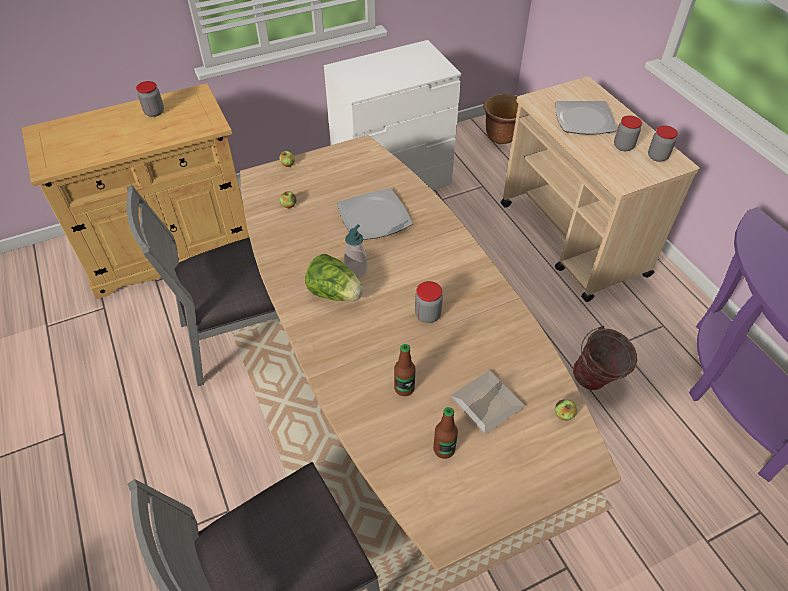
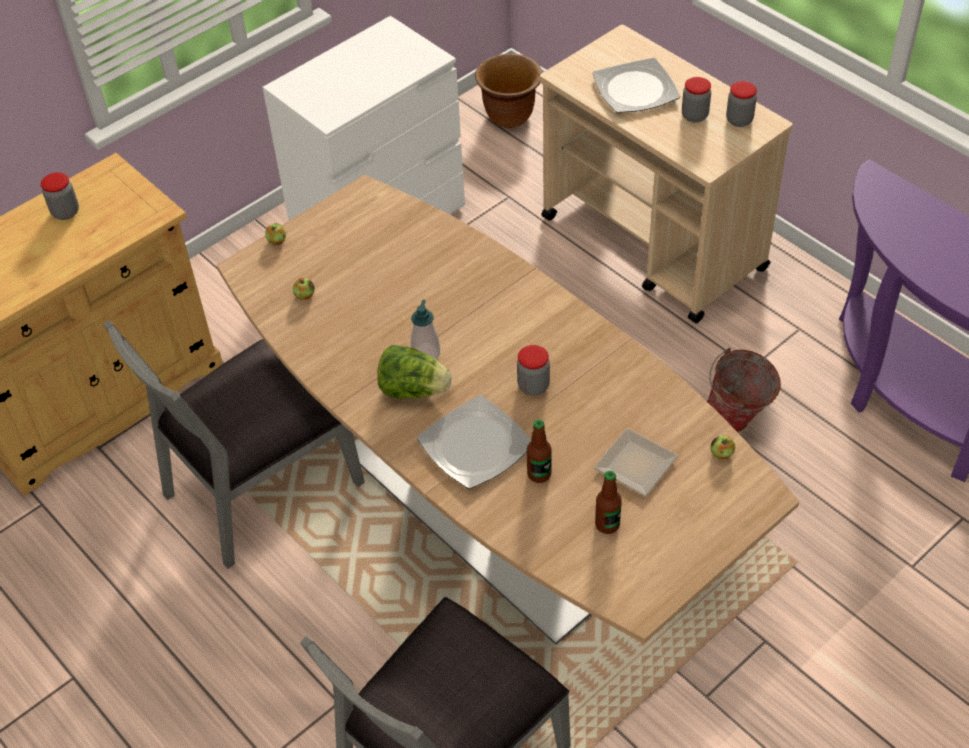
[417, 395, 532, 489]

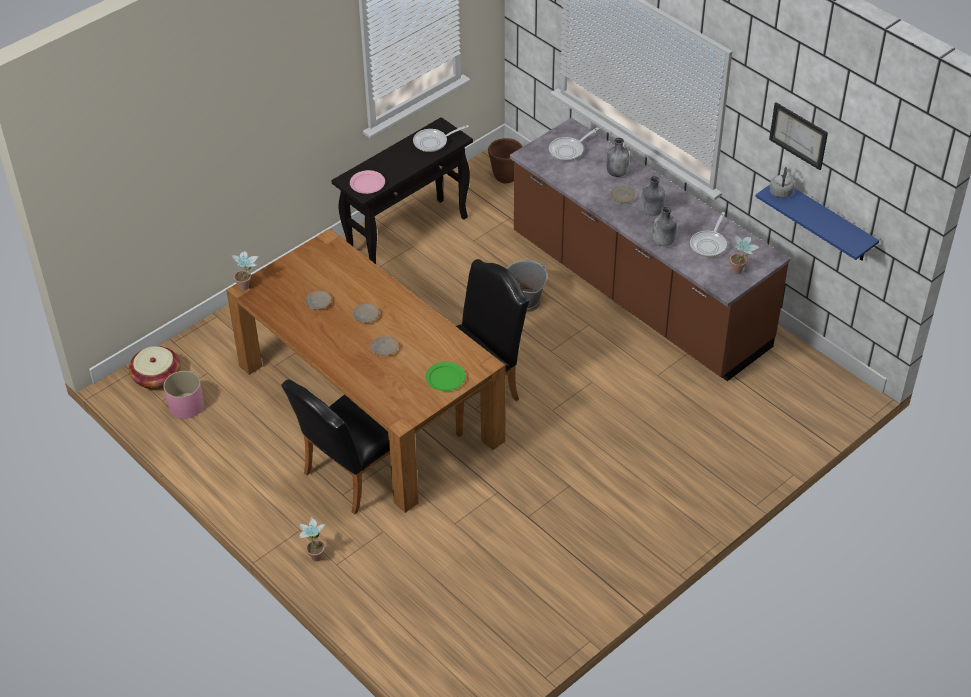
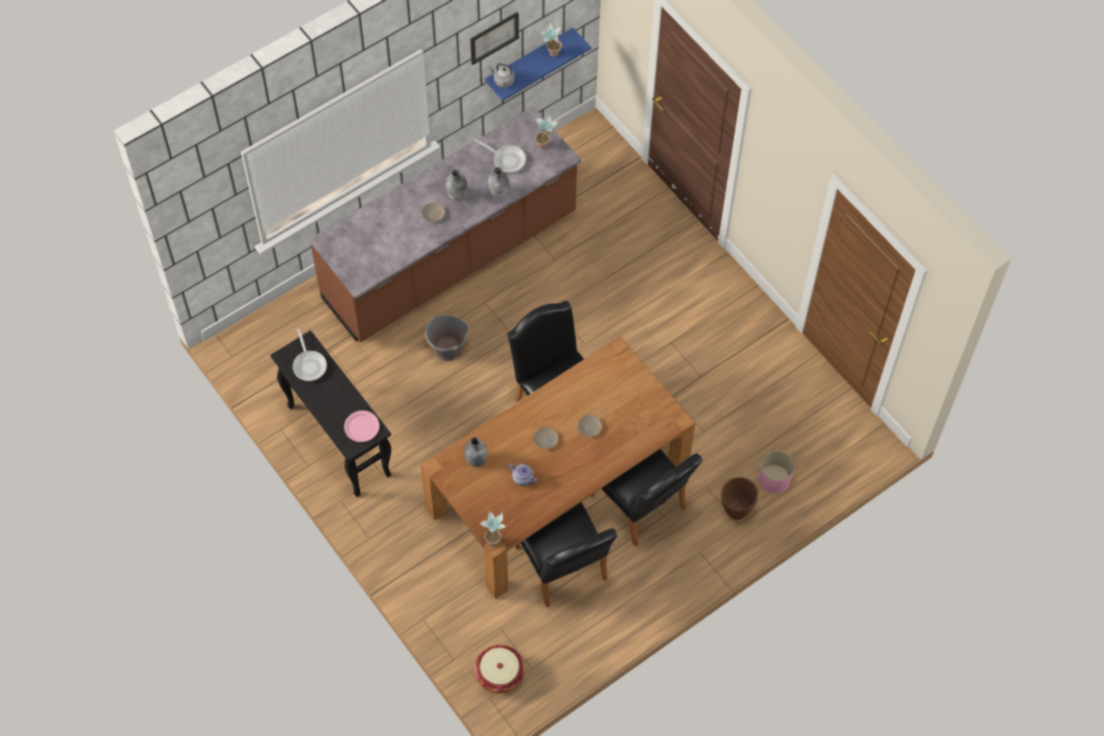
[464, 437, 487, 467]
[508, 464, 538, 486]
[515, 502, 618, 608]
[537, 22, 562, 57]
[721, 477, 758, 520]
[759, 451, 794, 493]
[426, 362, 465, 391] (first image)
[549, 127, 599, 161] (first image)

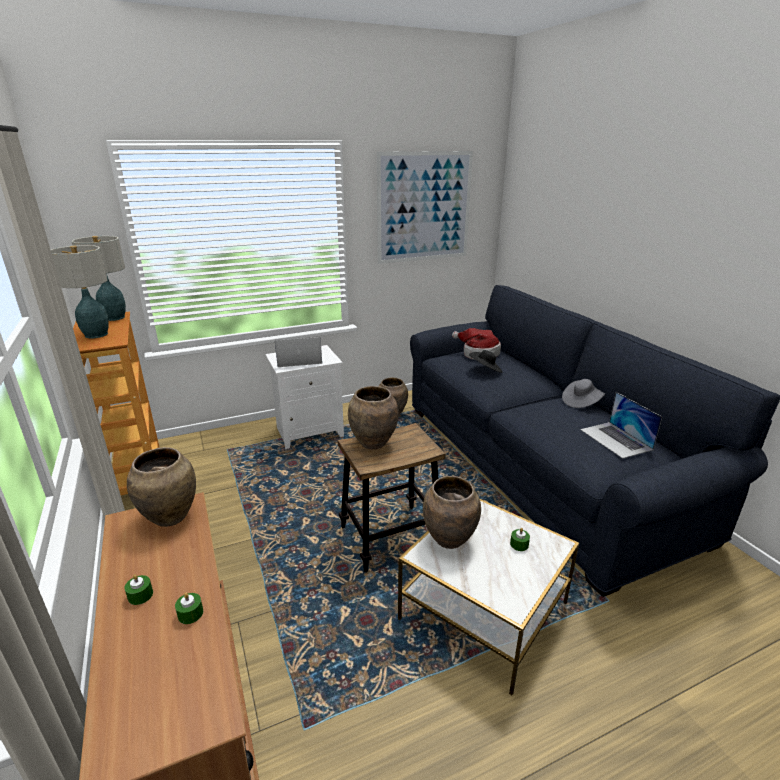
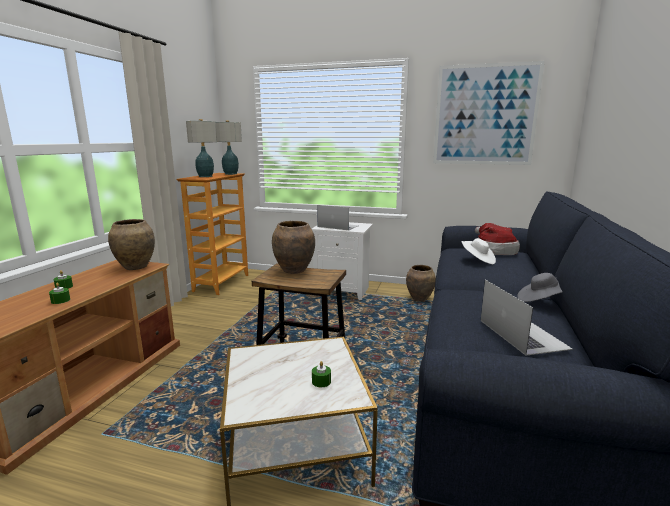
[462, 238, 496, 264]
[480, 280, 573, 356]
[423, 476, 481, 549] (first image)

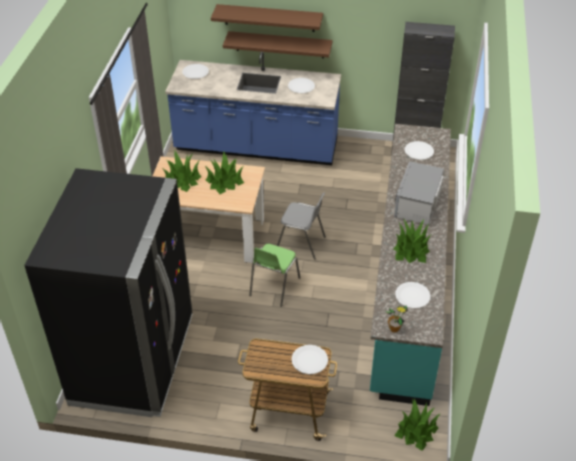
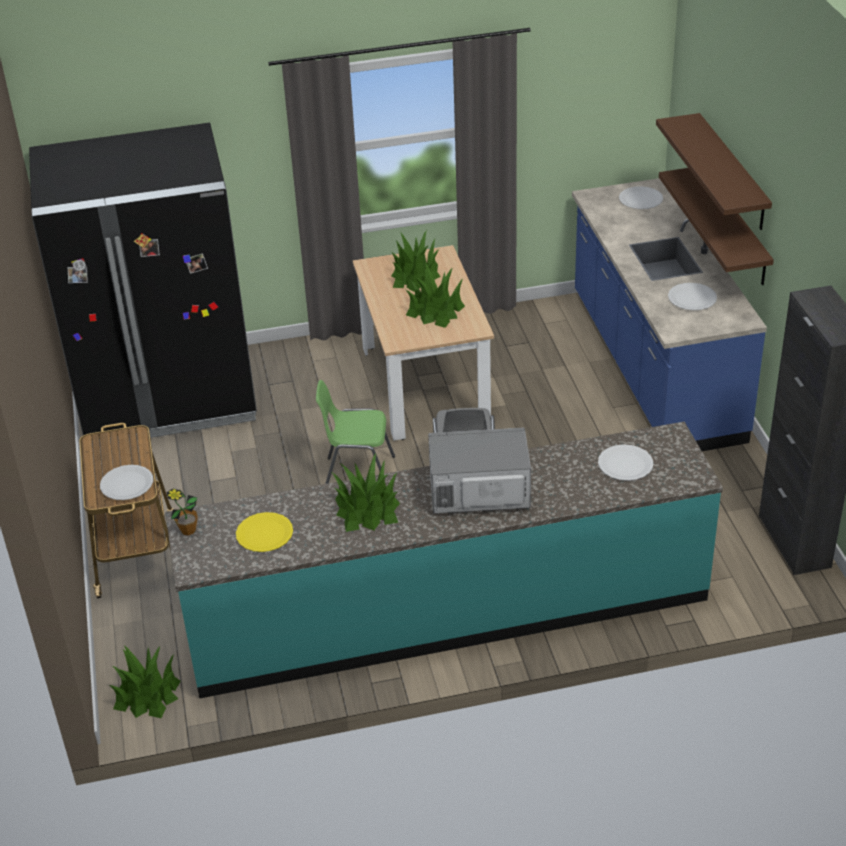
[236, 512, 293, 552]

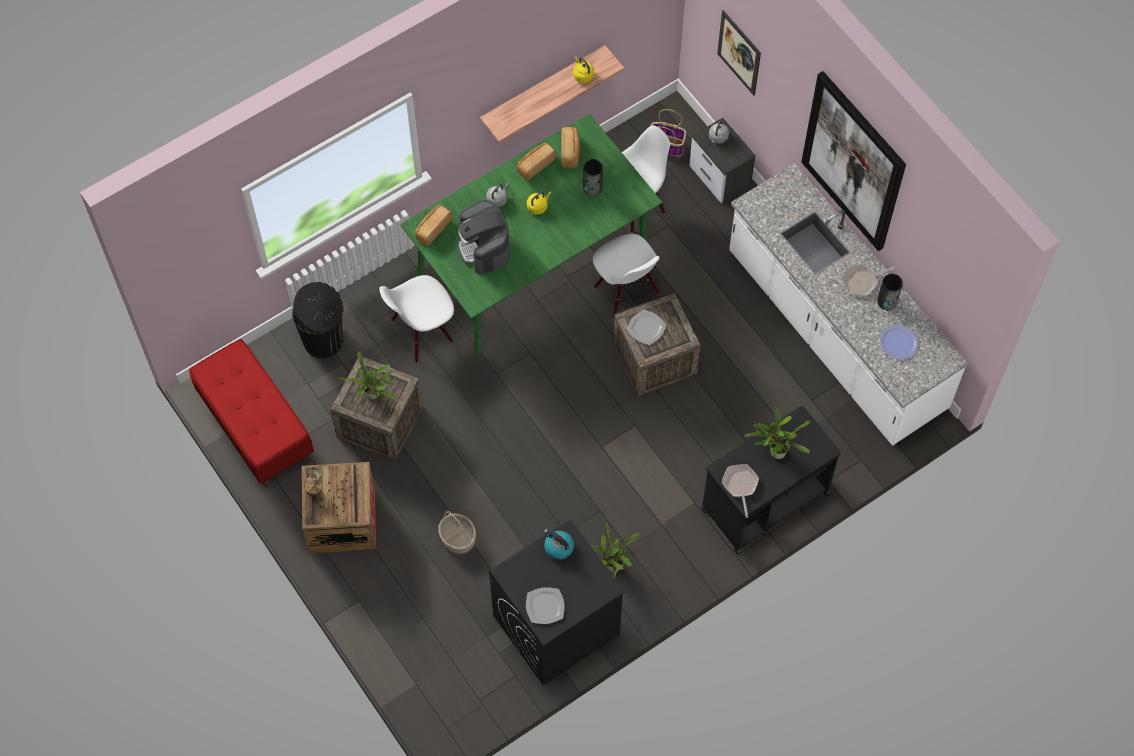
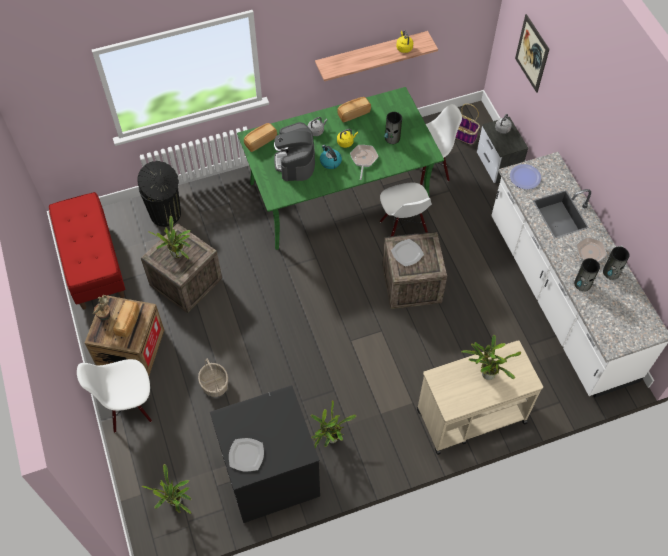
[77, 359, 152, 433]
[113, 300, 139, 337]
[142, 464, 192, 514]
[320, 145, 342, 169]
[350, 145, 379, 180]
[417, 340, 543, 455]
[510, 164, 541, 189]
[574, 258, 600, 291]
[801, 71, 906, 251] (first image)

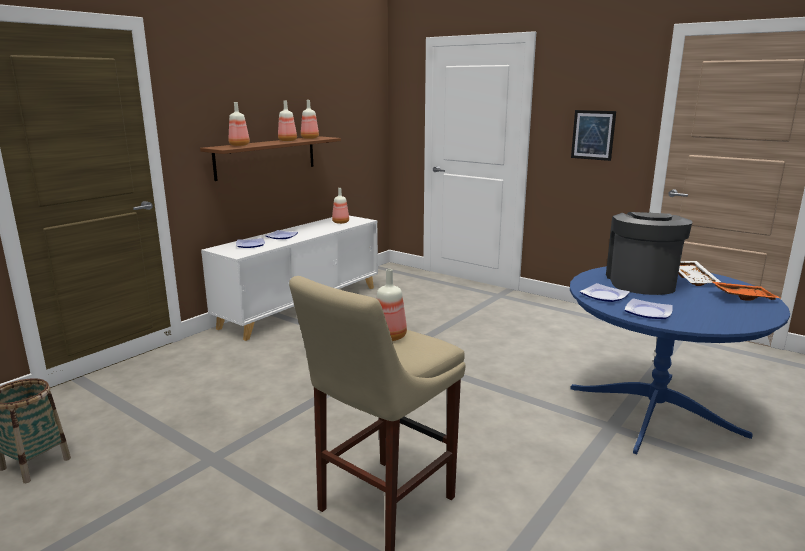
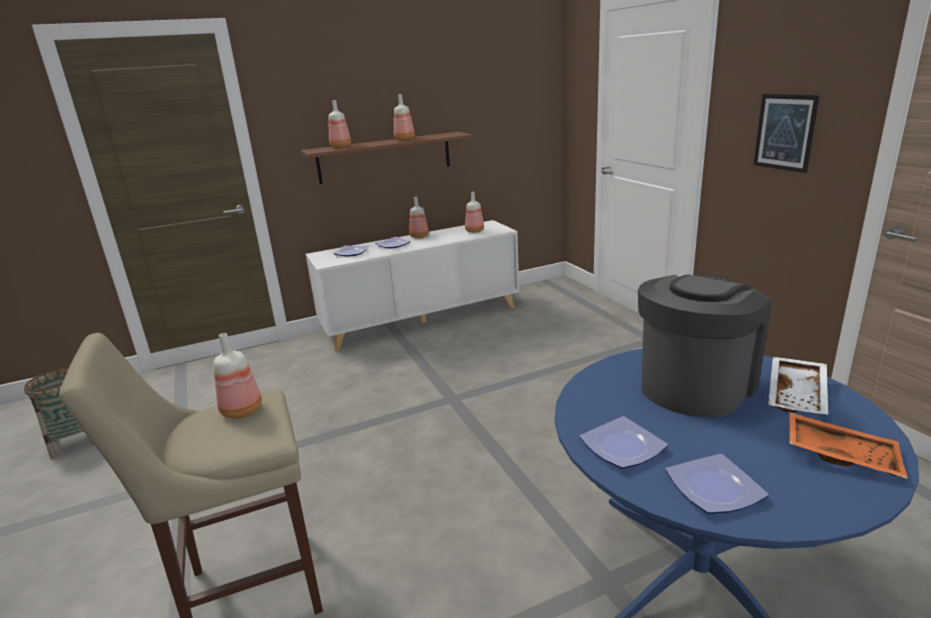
[409, 197, 429, 238]
[665, 454, 769, 514]

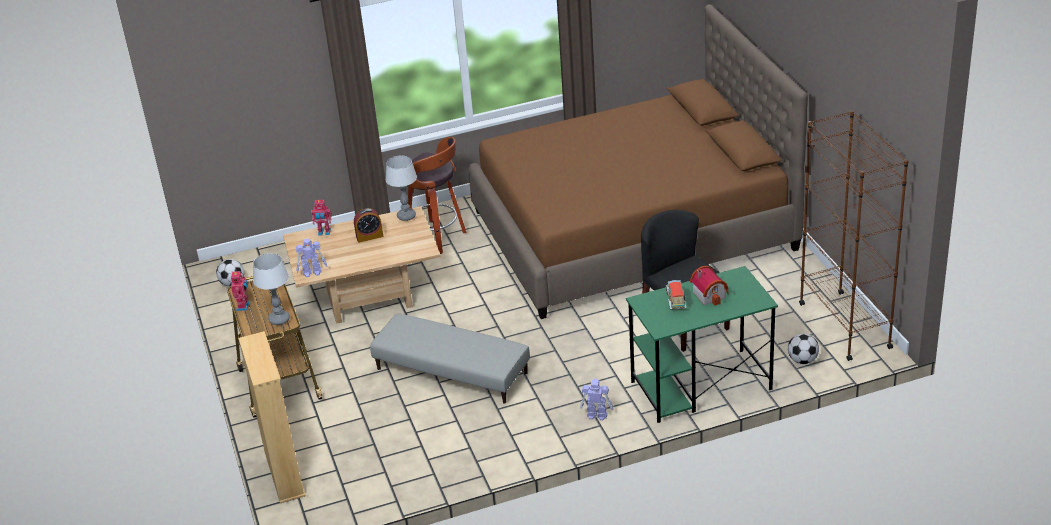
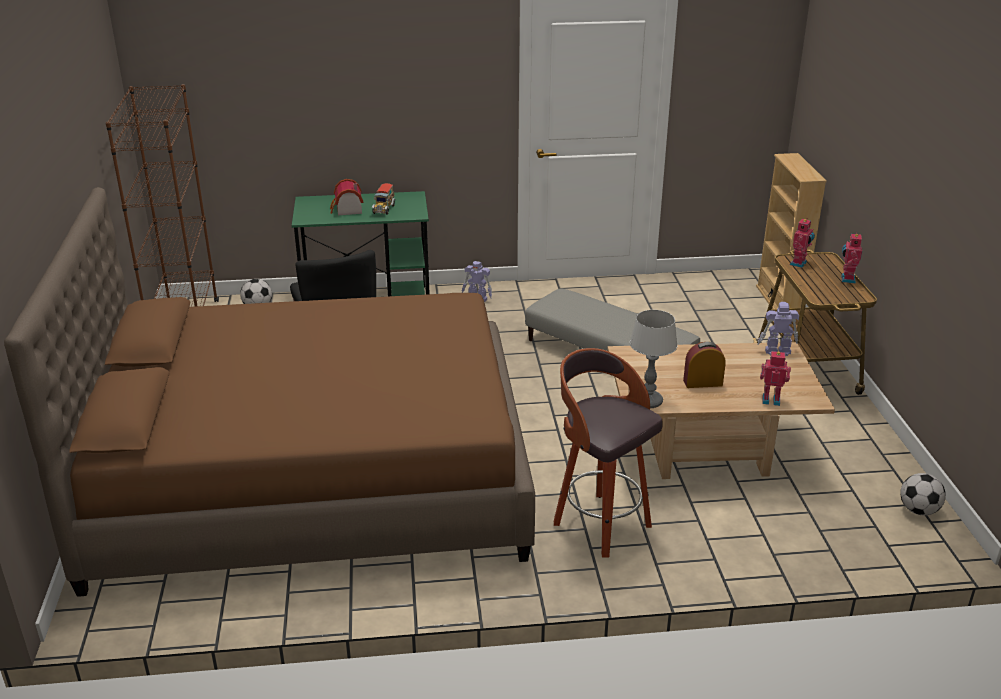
[790, 219, 815, 268]

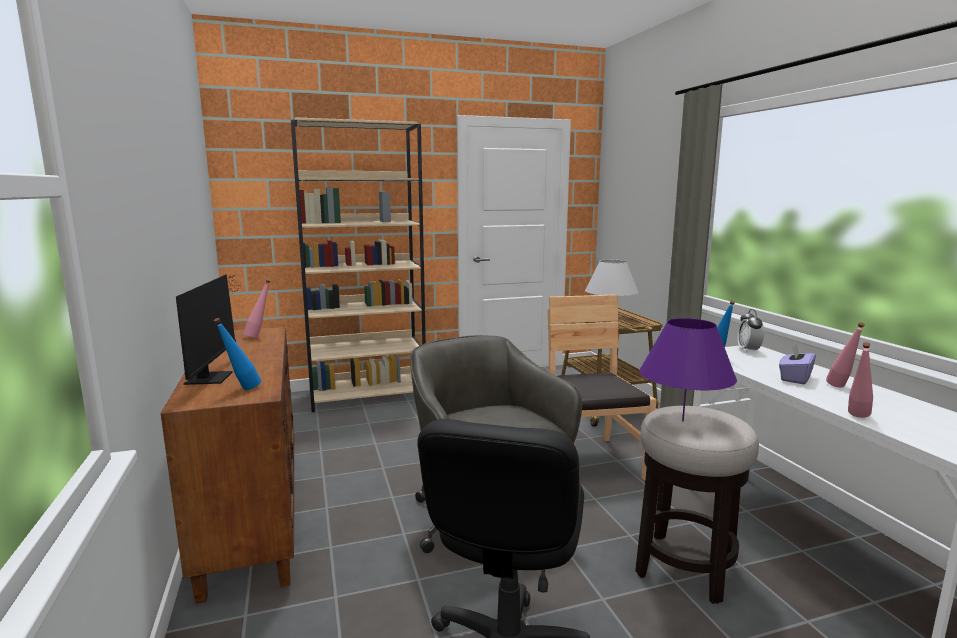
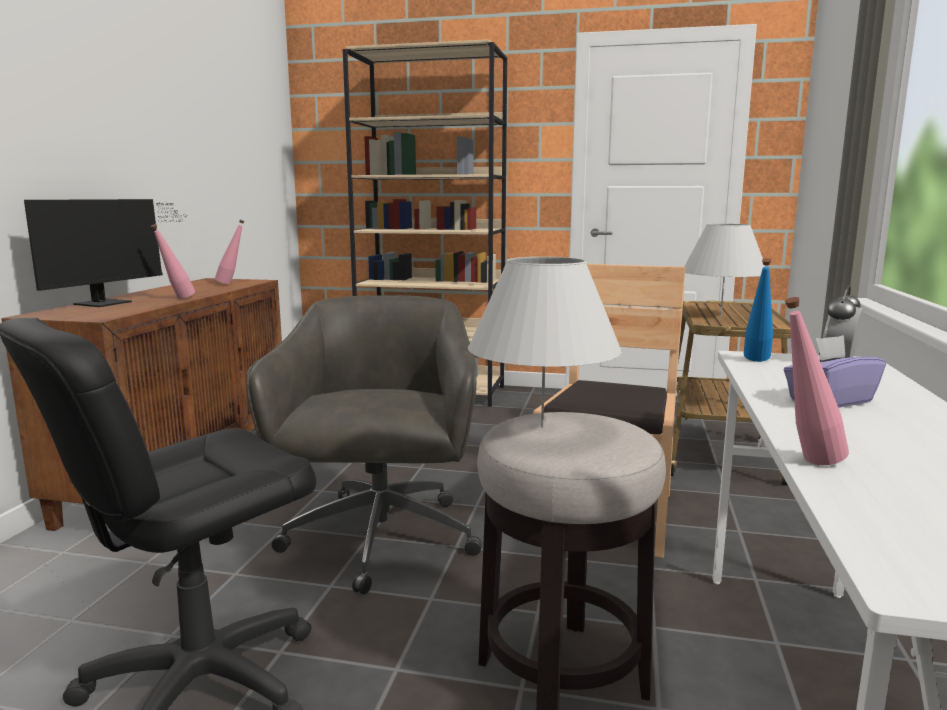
[151, 224, 195, 299]
[468, 257, 622, 428]
[214, 318, 261, 390] (first image)

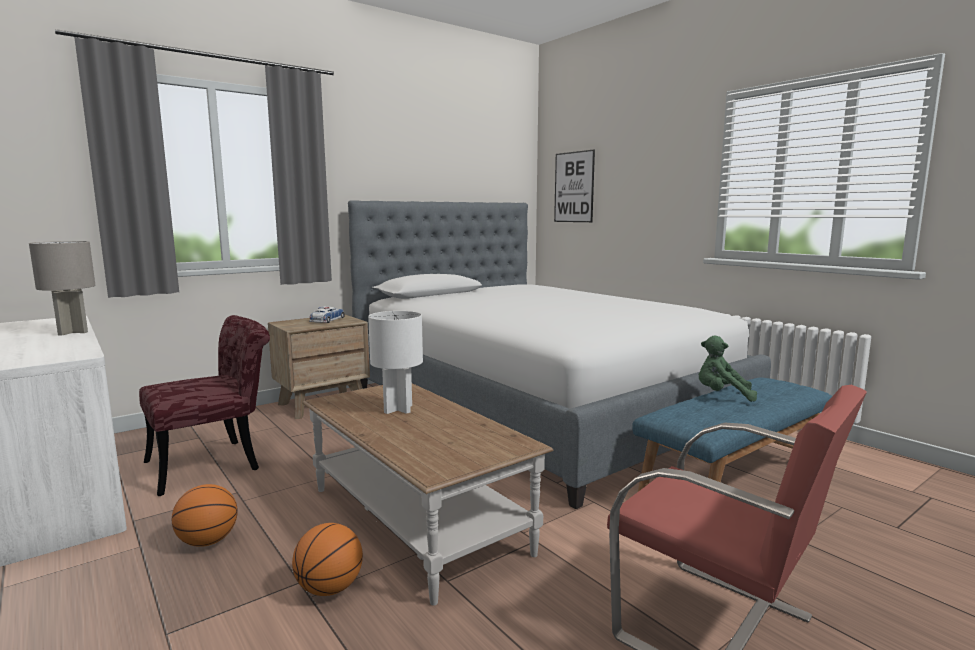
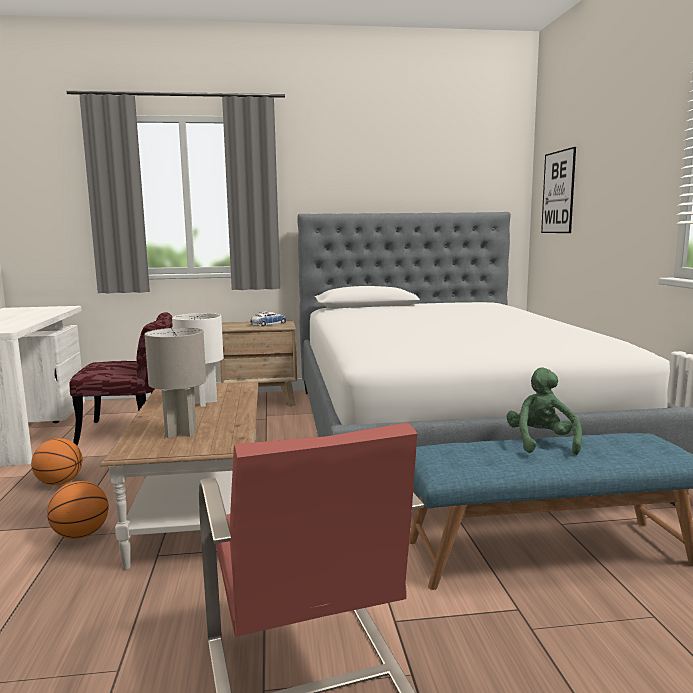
[145, 327, 206, 438]
[506, 367, 582, 455]

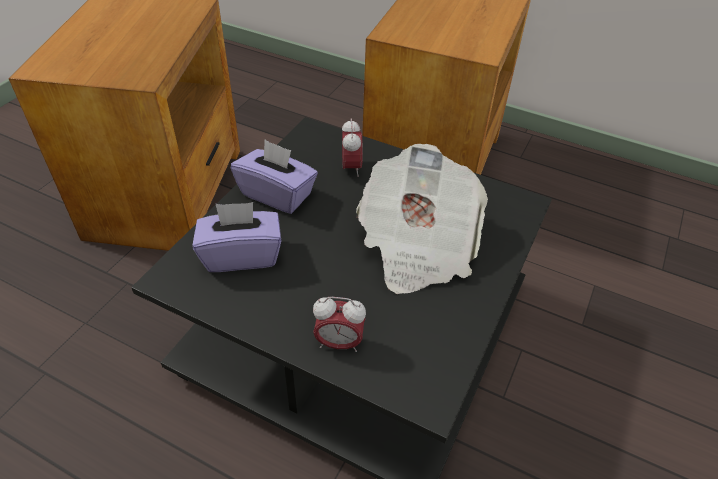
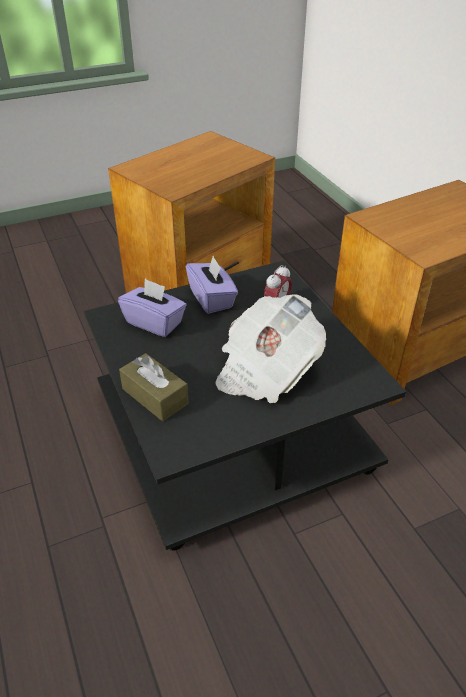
[119, 353, 189, 421]

